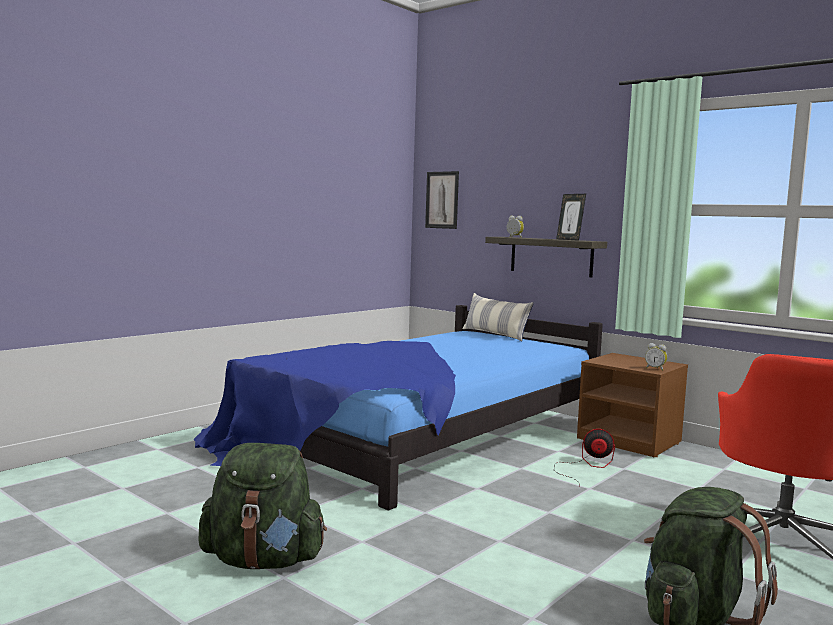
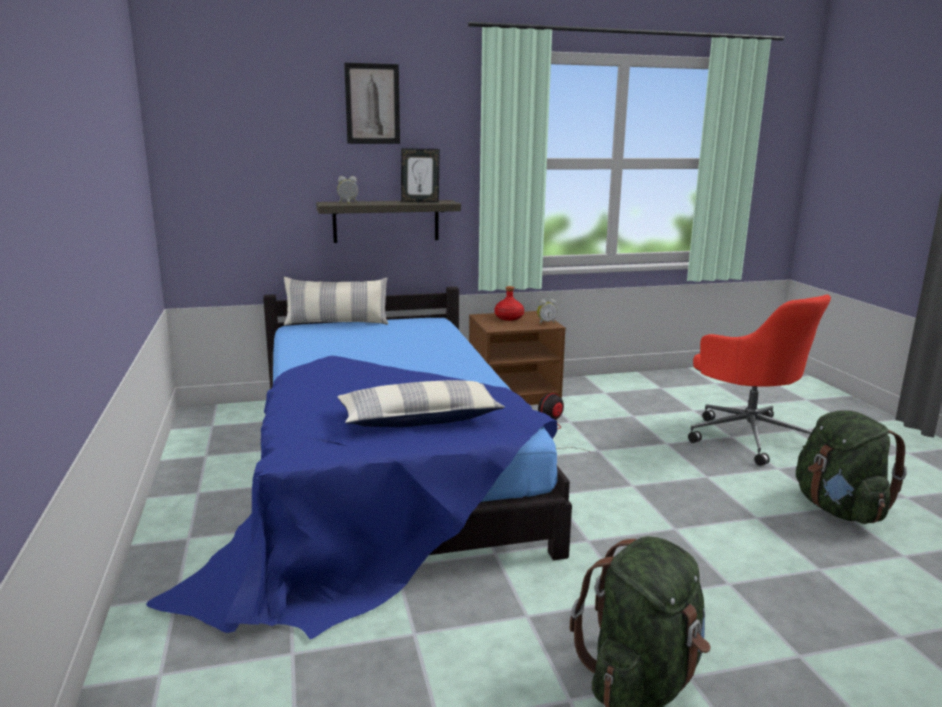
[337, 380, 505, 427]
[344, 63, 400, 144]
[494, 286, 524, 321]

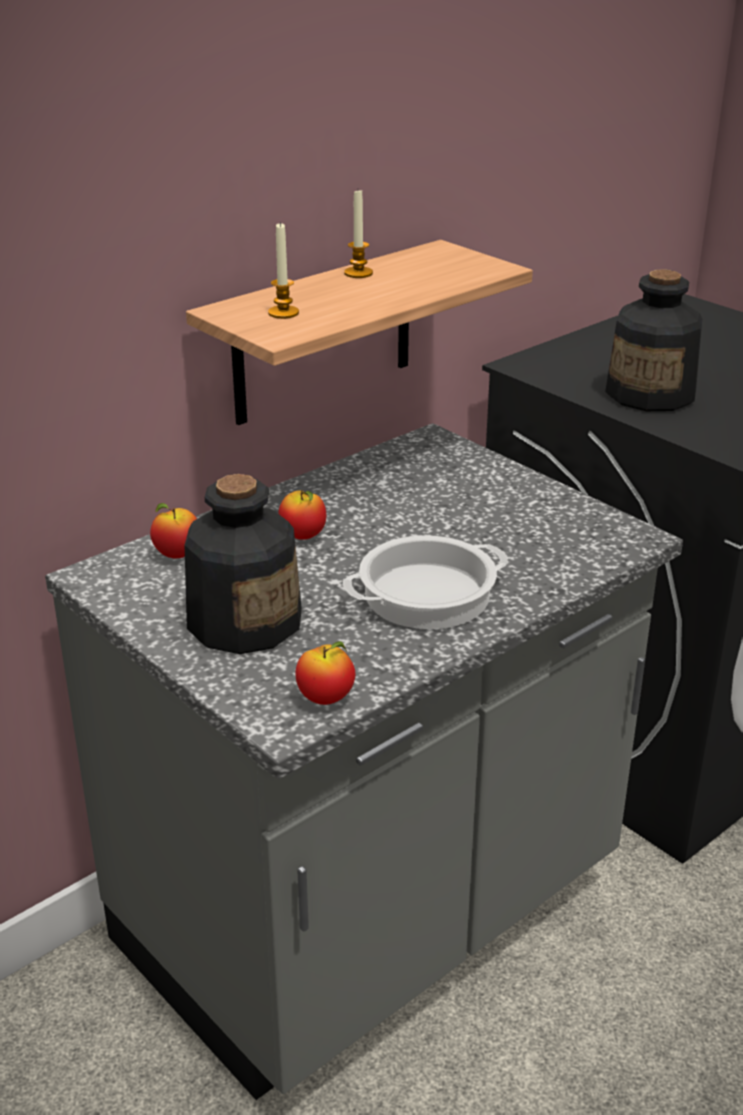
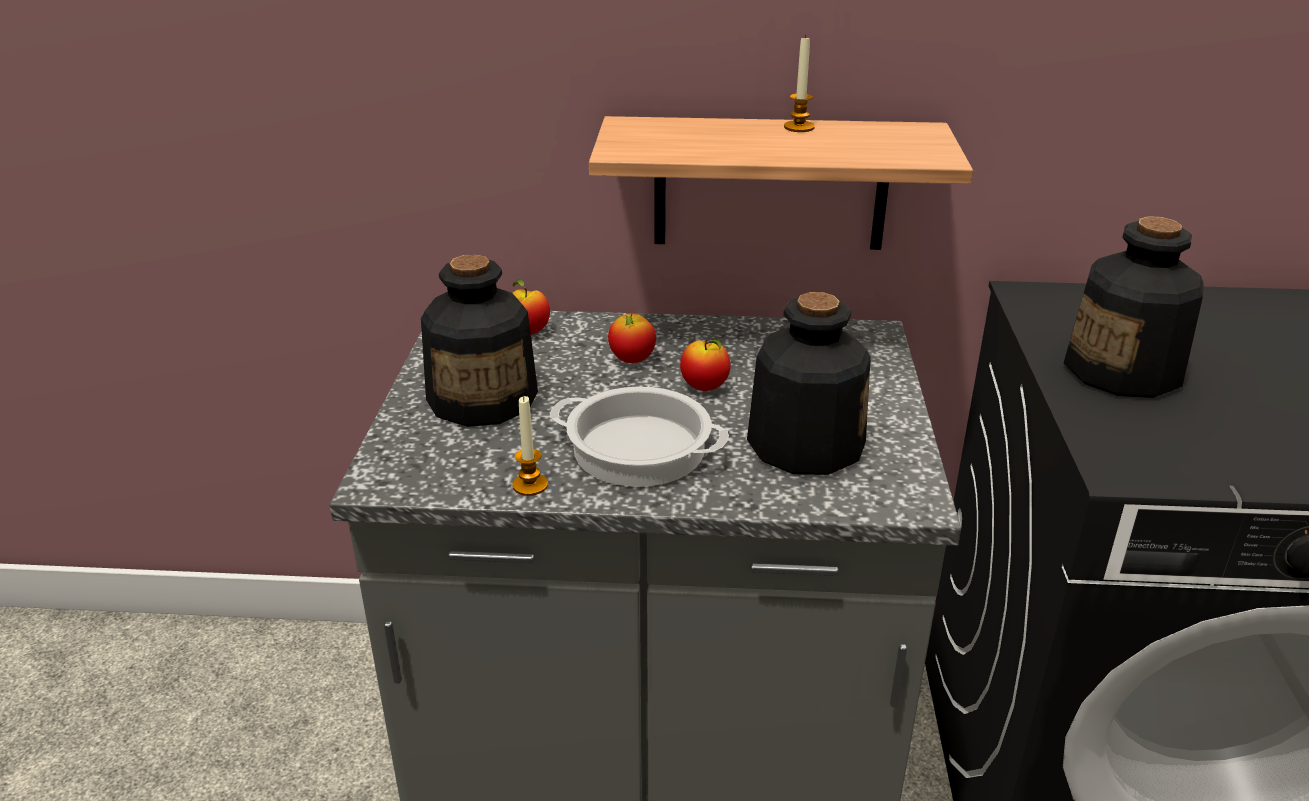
[512, 396, 548, 496]
[680, 339, 730, 391]
[747, 292, 871, 475]

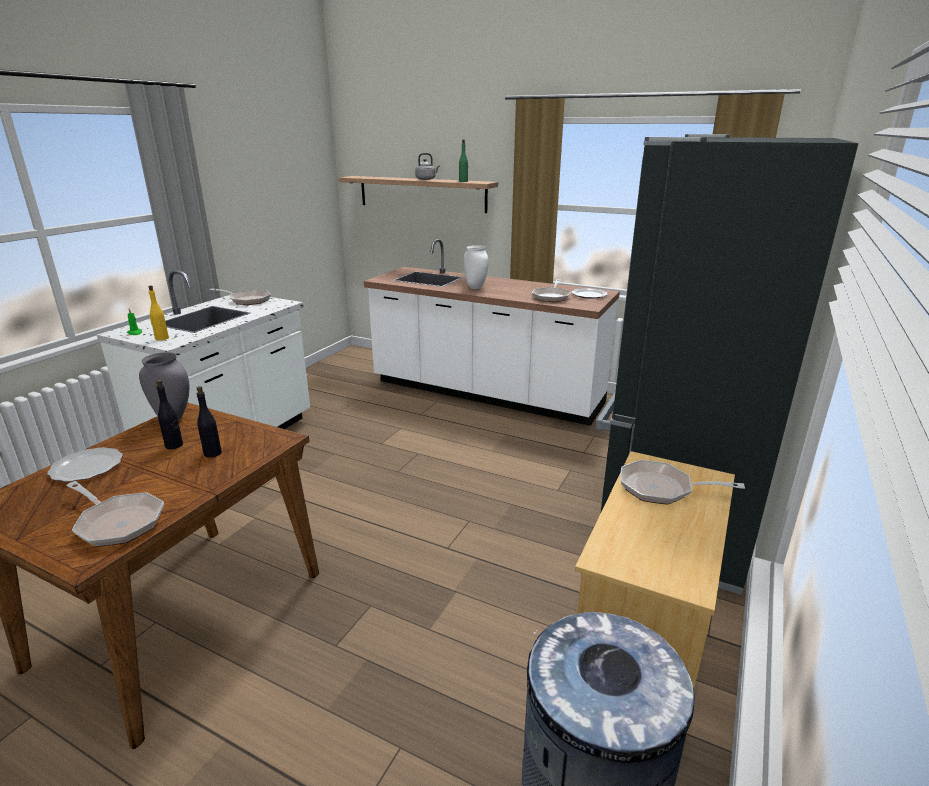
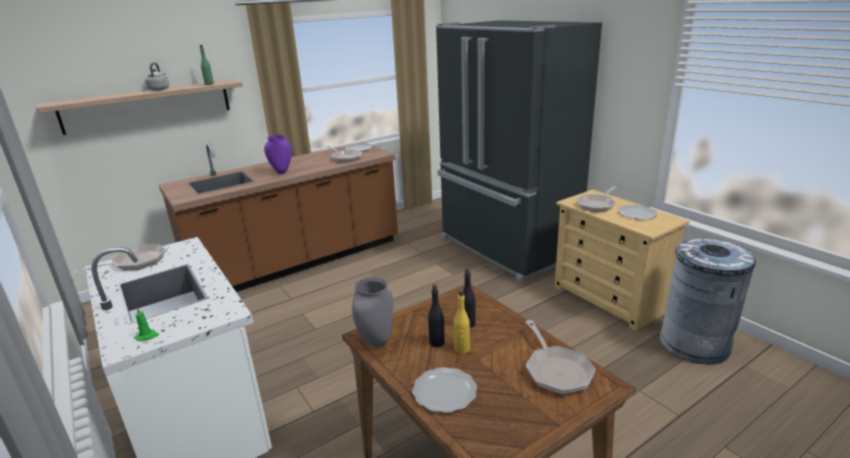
[159, 142, 398, 292]
[264, 135, 292, 174]
[454, 289, 470, 354]
[526, 320, 596, 395]
[618, 205, 657, 220]

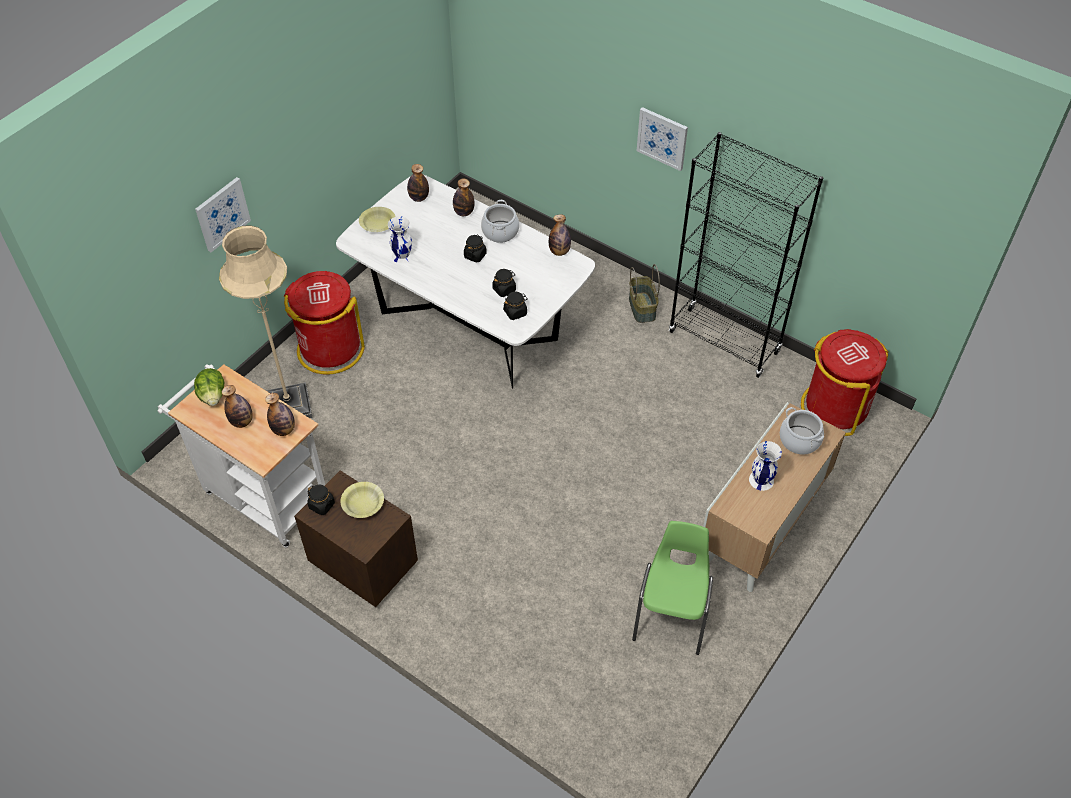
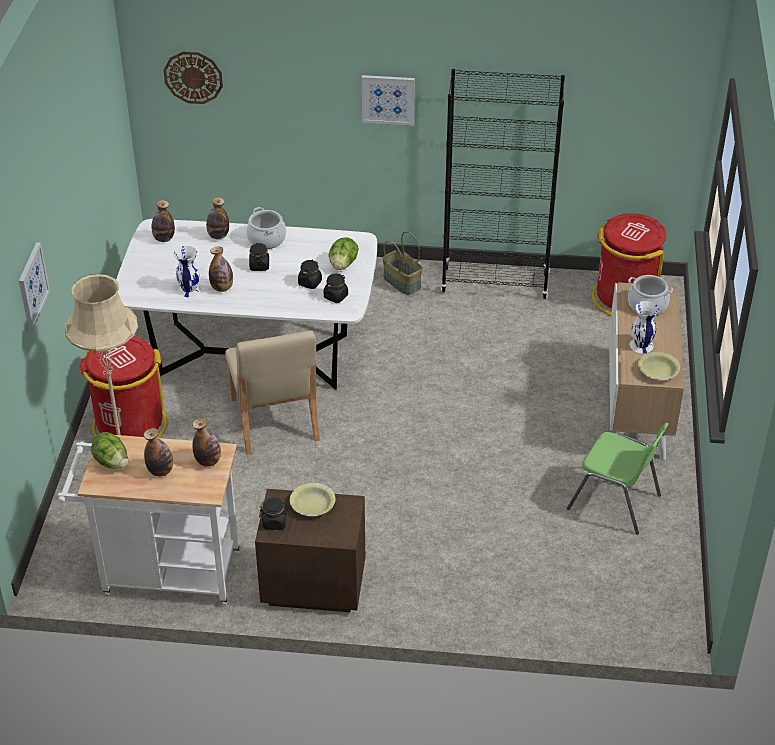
[164, 51, 223, 104]
[209, 246, 233, 292]
[225, 330, 320, 454]
[329, 237, 359, 270]
[567, 423, 669, 535]
[638, 352, 680, 380]

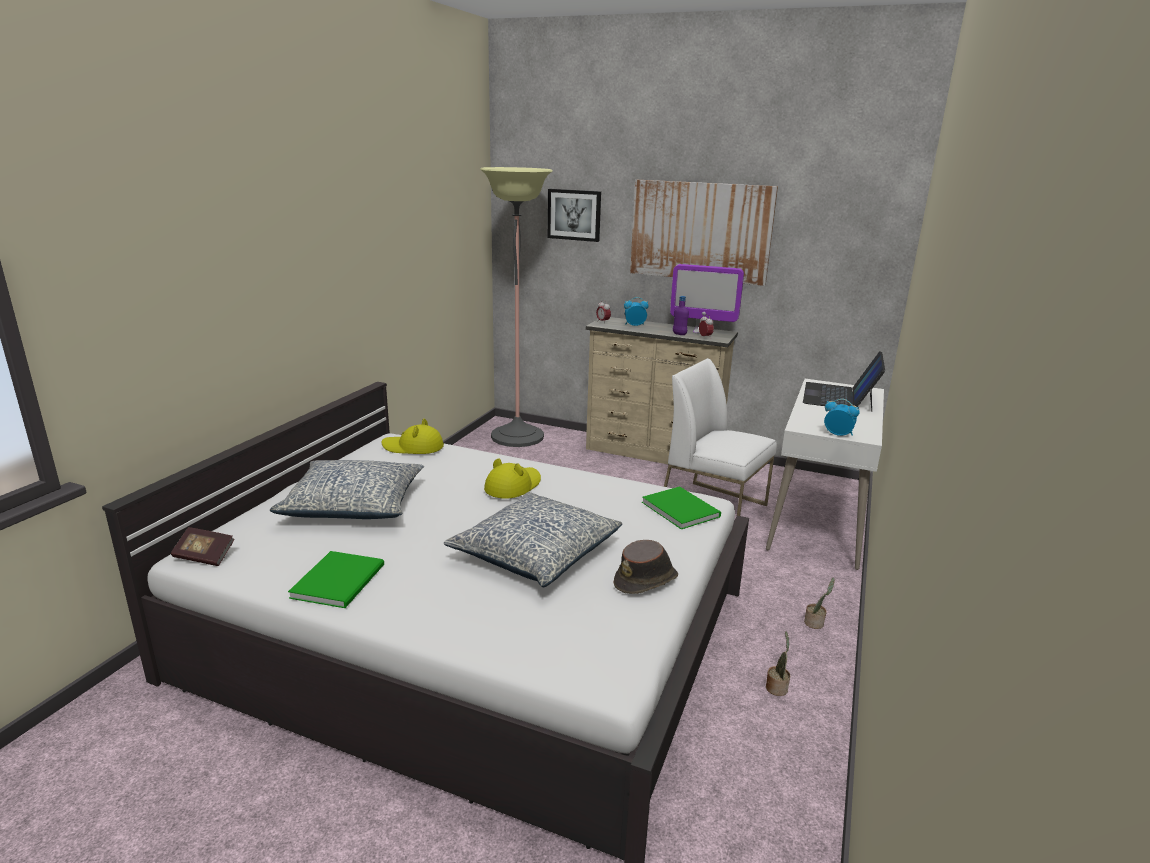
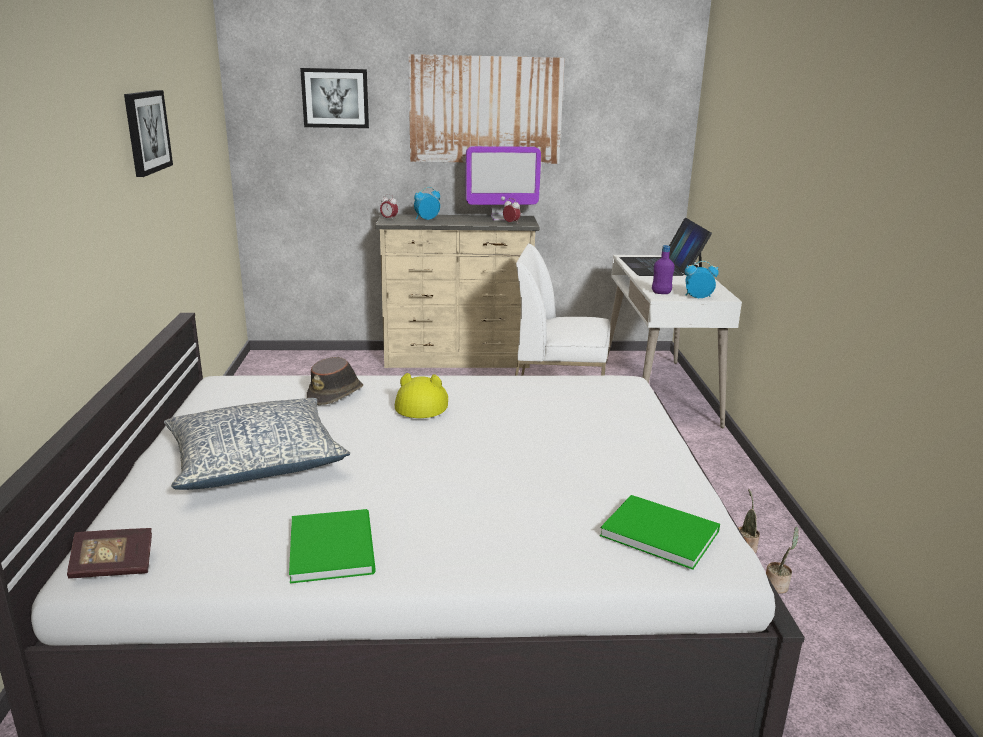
[124, 90, 173, 177]
[307, 357, 363, 405]
[600, 495, 720, 570]
[652, 245, 675, 294]
[766, 527, 799, 594]
[382, 419, 444, 454] (first image)
[444, 492, 622, 587] (first image)
[480, 167, 552, 447] (first image)

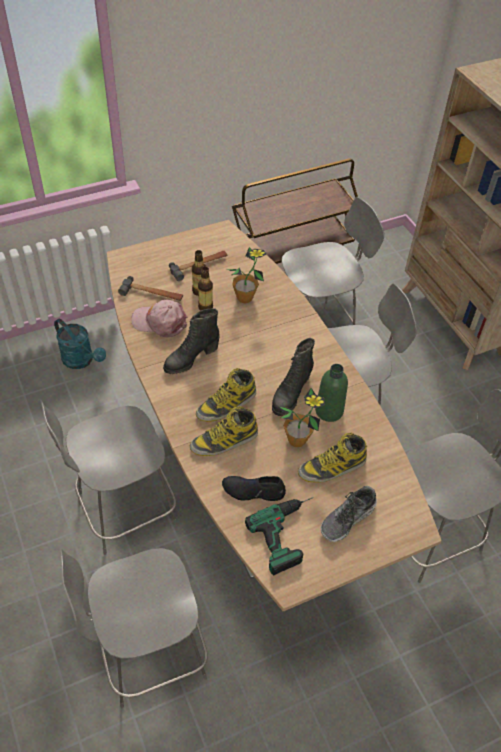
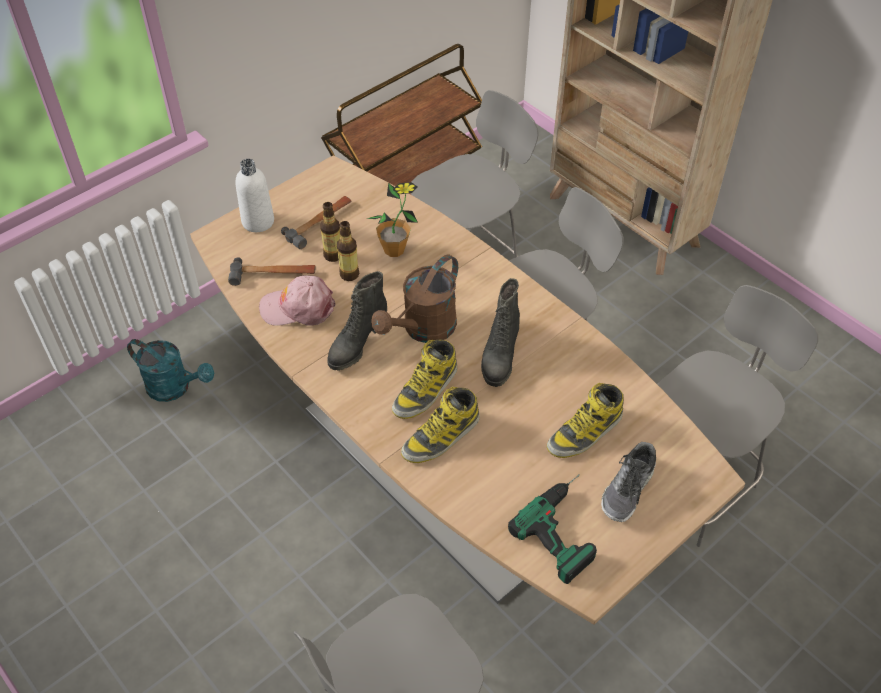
[236, 159, 274, 232]
[371, 254, 458, 343]
[39, 399, 177, 555] (first image)
[222, 476, 286, 501] (first image)
[280, 388, 325, 447] (first image)
[315, 364, 348, 422] (first image)

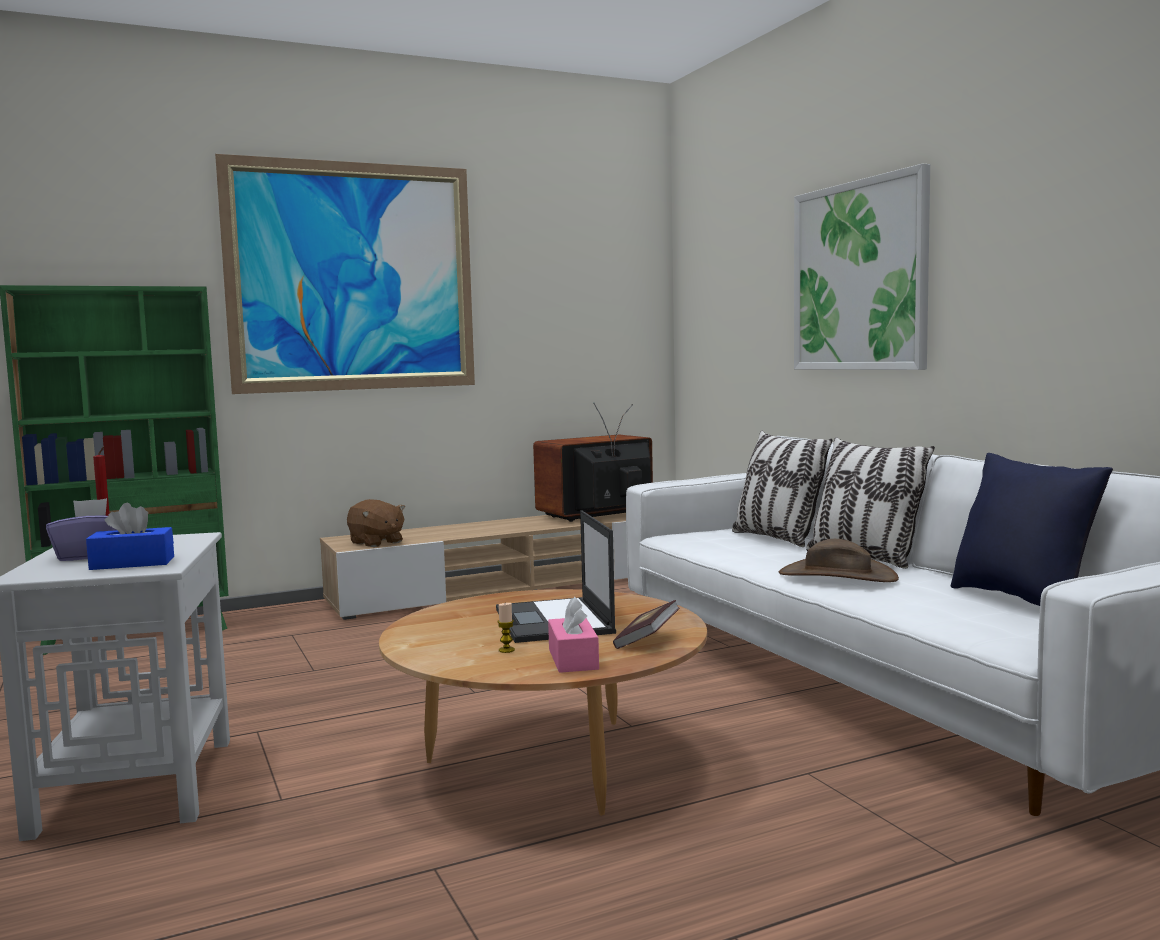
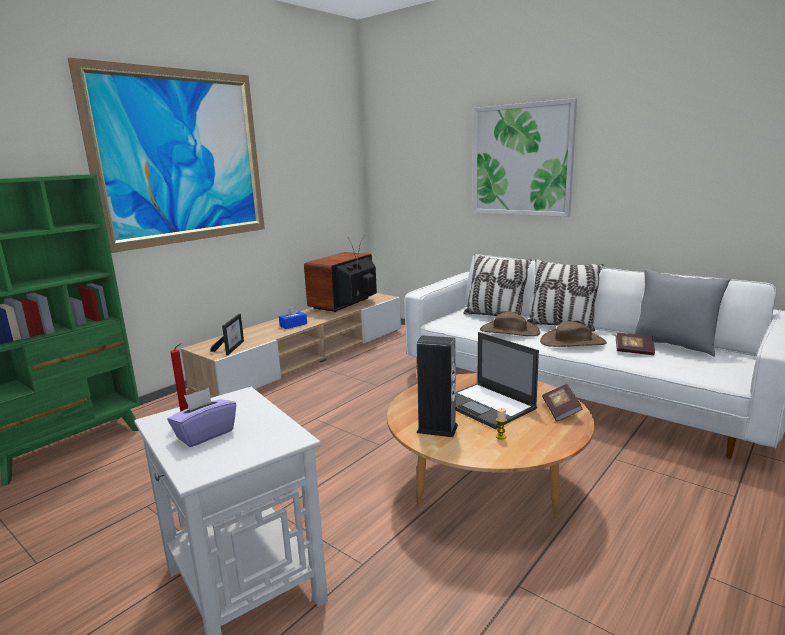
[210, 314, 244, 355]
[279, 305, 307, 329]
[416, 335, 458, 437]
[480, 311, 540, 336]
[616, 333, 655, 355]
[634, 269, 731, 357]
[548, 597, 599, 673] (first image)

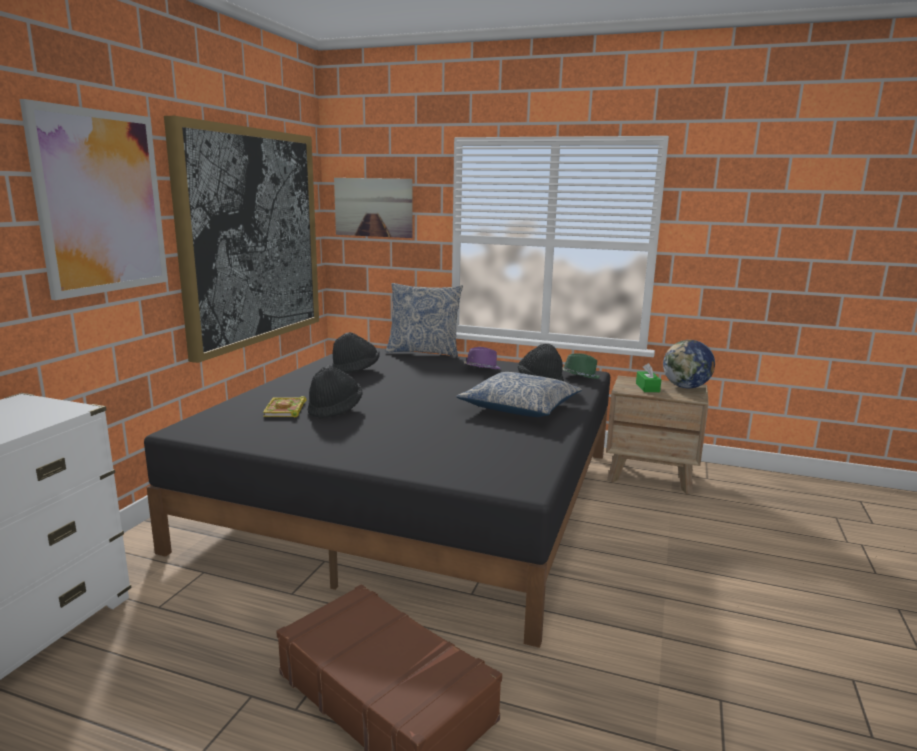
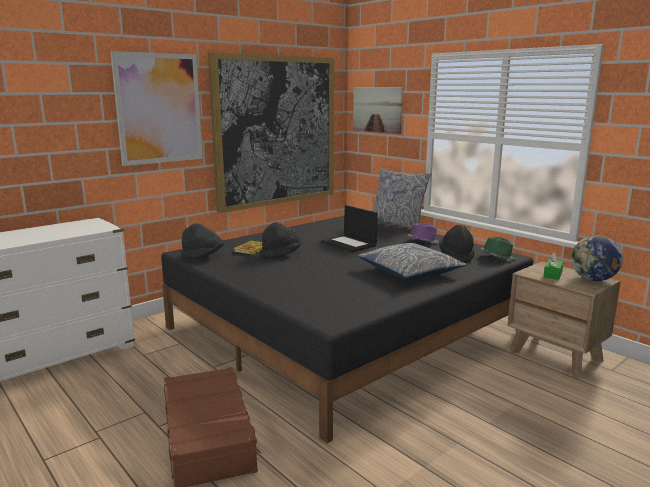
[181, 223, 224, 259]
[321, 205, 378, 252]

